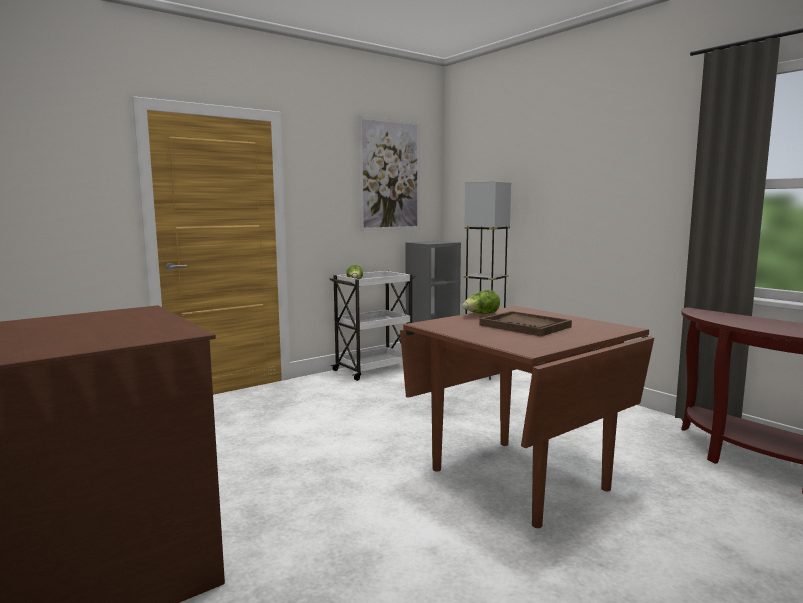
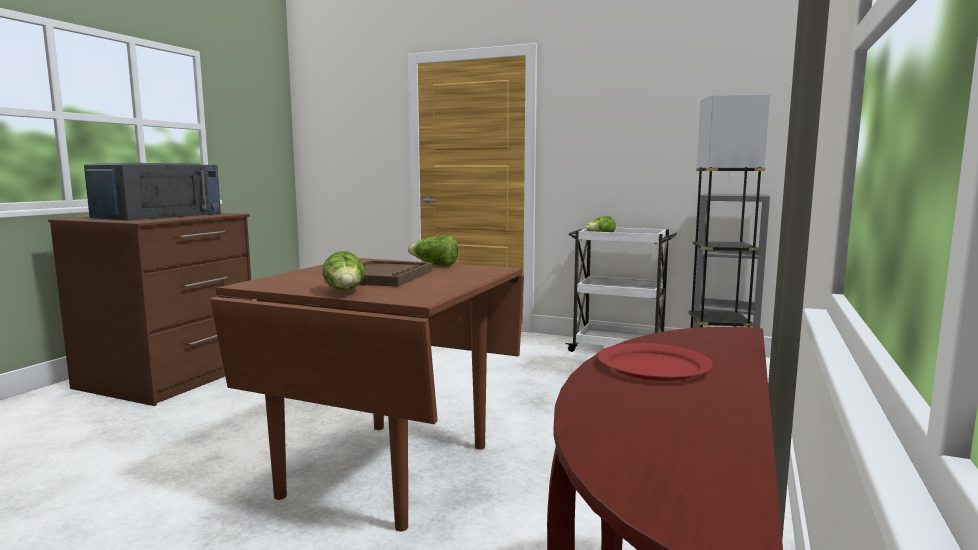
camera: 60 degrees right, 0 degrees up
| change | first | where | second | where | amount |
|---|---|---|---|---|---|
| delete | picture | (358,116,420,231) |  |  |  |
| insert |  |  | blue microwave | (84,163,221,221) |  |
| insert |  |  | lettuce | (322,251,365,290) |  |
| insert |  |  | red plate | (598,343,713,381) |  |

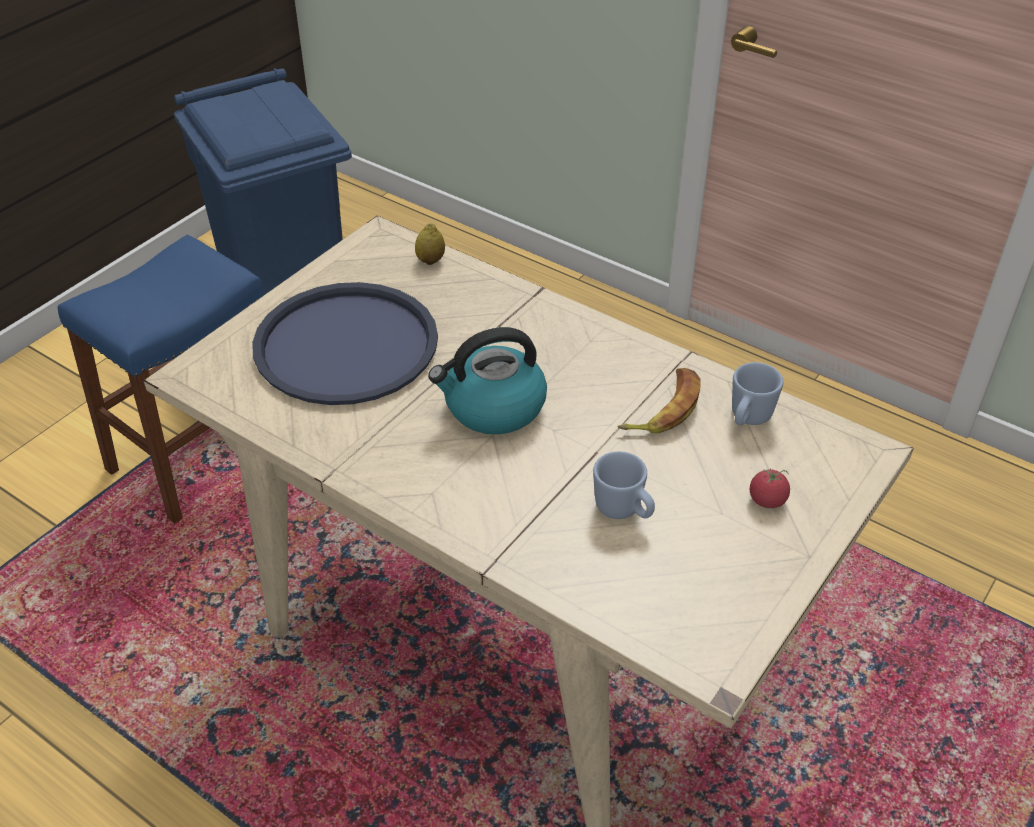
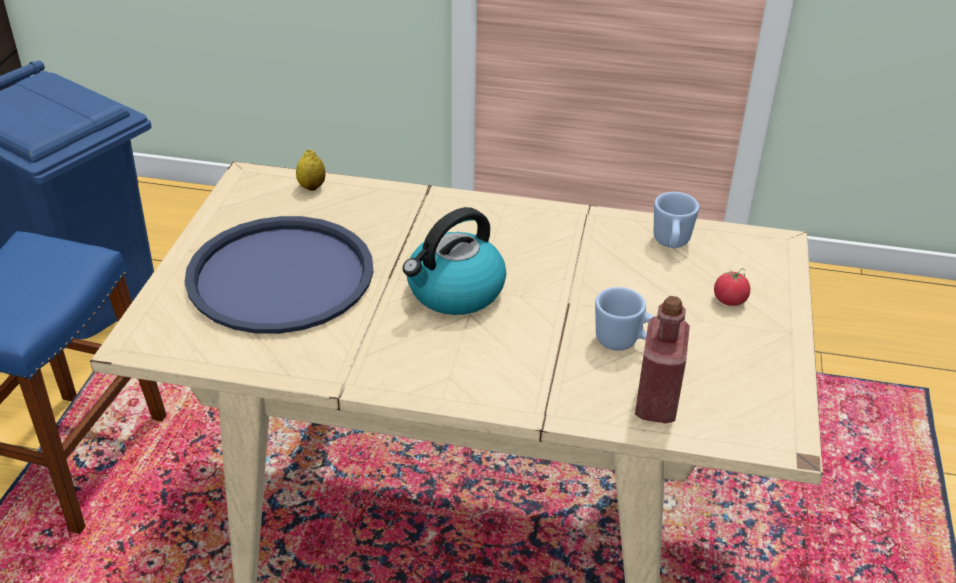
camera: 25 degrees left, 5 degrees down
| change | first | where | second | where | amount |
|---|---|---|---|---|---|
| delete | banana | (618,368,701,434) |  |  |  |
| insert |  |  | red bottle | (635,296,690,423) |  |

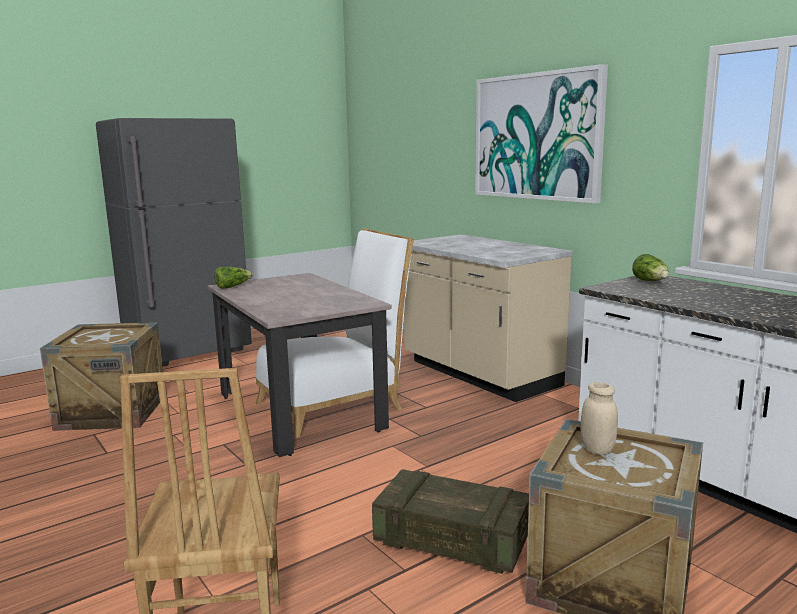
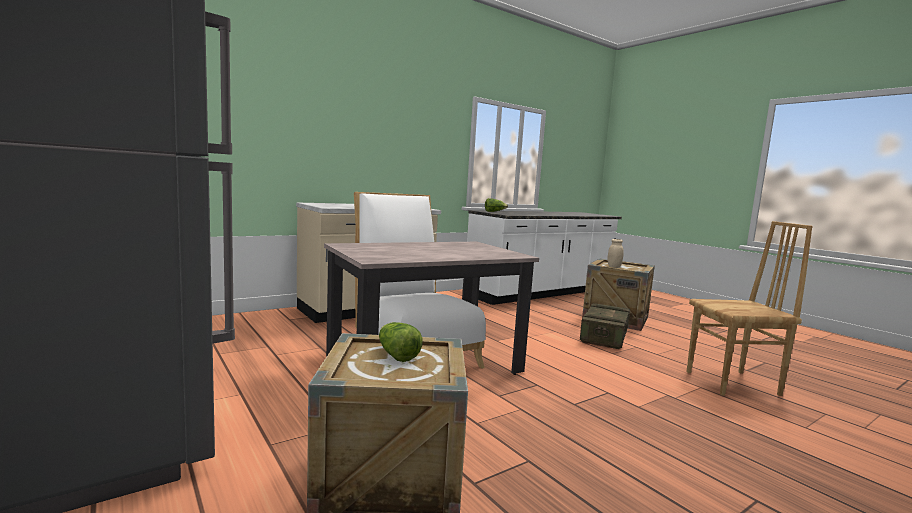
camera: 90 degrees left, 5 degrees down
| change | first | where | second | where | amount |
|---|---|---|---|---|---|
| move | lettuce | (215,267,253,289) |  | (379,322,423,362) |  |
| delete | picture | (475,64,608,203) |  |  |  |

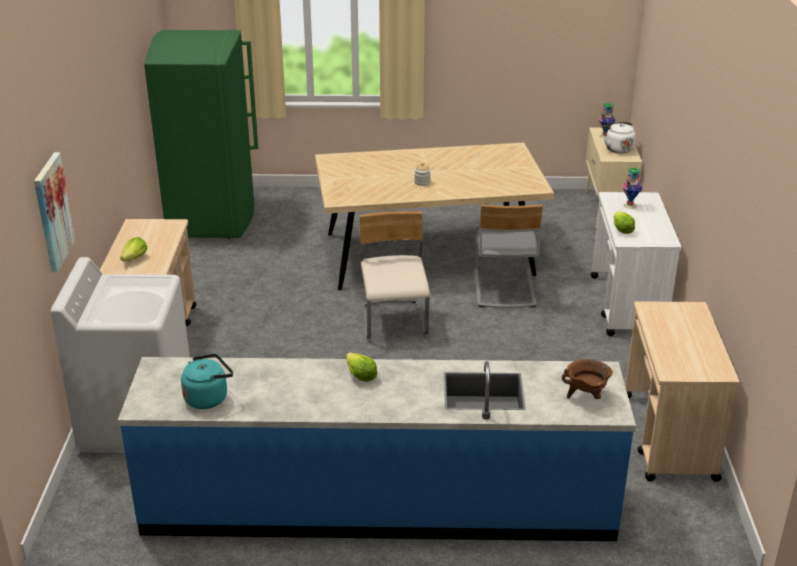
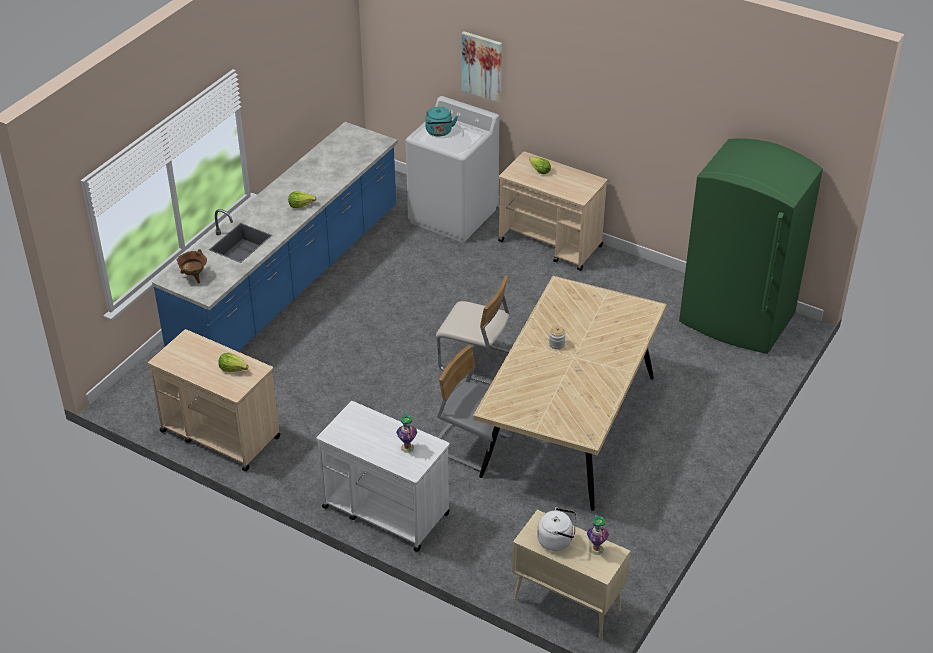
camera: 120 degrees right, 10 degrees up
| change | first | where | second | where | amount |
|---|---|---|---|---|---|
| move | turquoise kettle | (181,354,233,409) |  | (425,107,458,136) |  |
| move | lettuce | (614,211,635,234) |  | (218,353,249,372) |  |

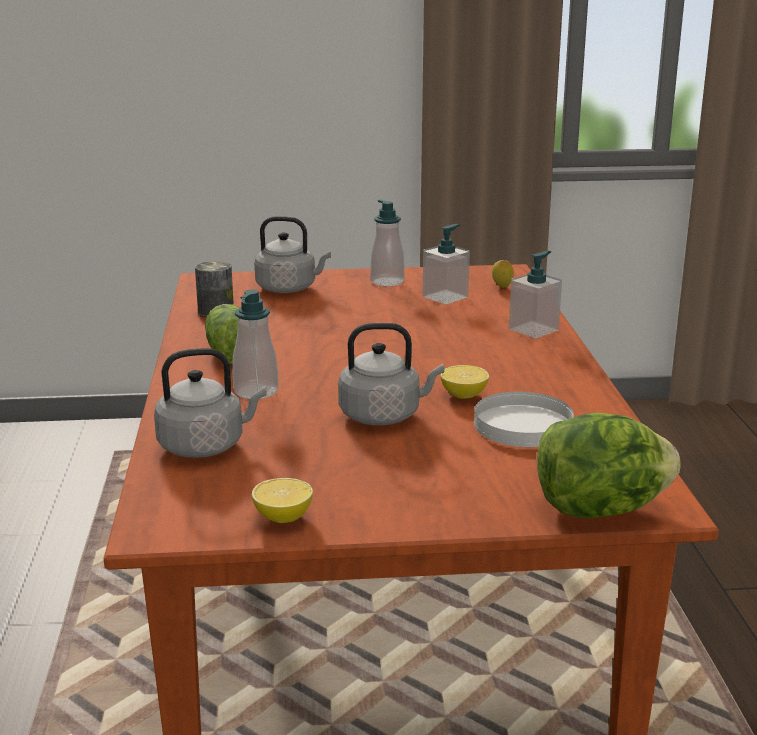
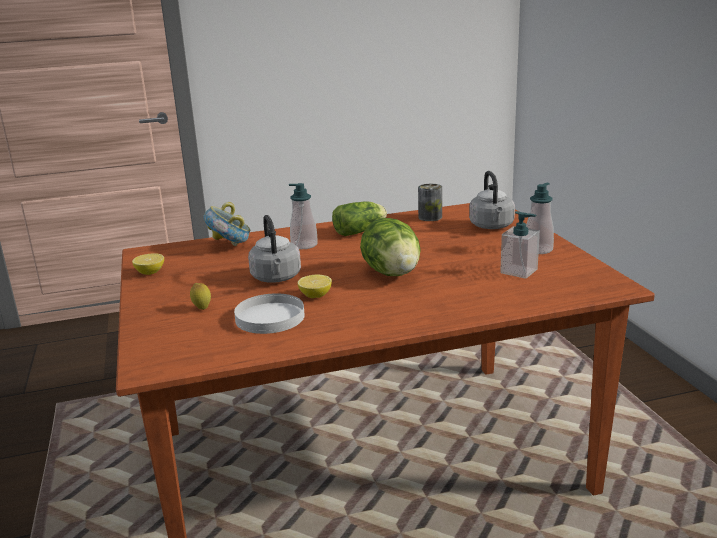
camera: 80 degrees right, 0 degrees up
| change | first | where | second | where | amount |
|---|---|---|---|---|---|
| replace | grey kettle | (154,348,267,458) | bowl | (204,202,250,246) |  |
| move | lemon | (492,260,514,288) |  | (190,283,211,310) |  |
| delete | soap dispenser | (509,251,562,339) |  |  |  |
| move | lettuce | (537,412,681,519) |  | (360,218,421,276) |  |

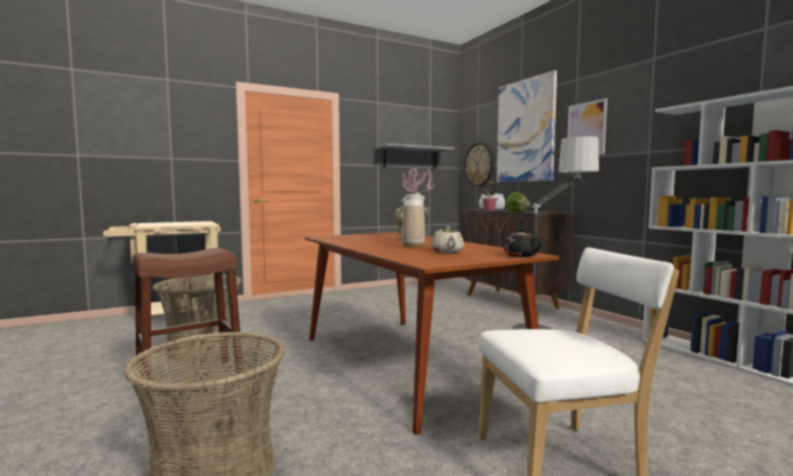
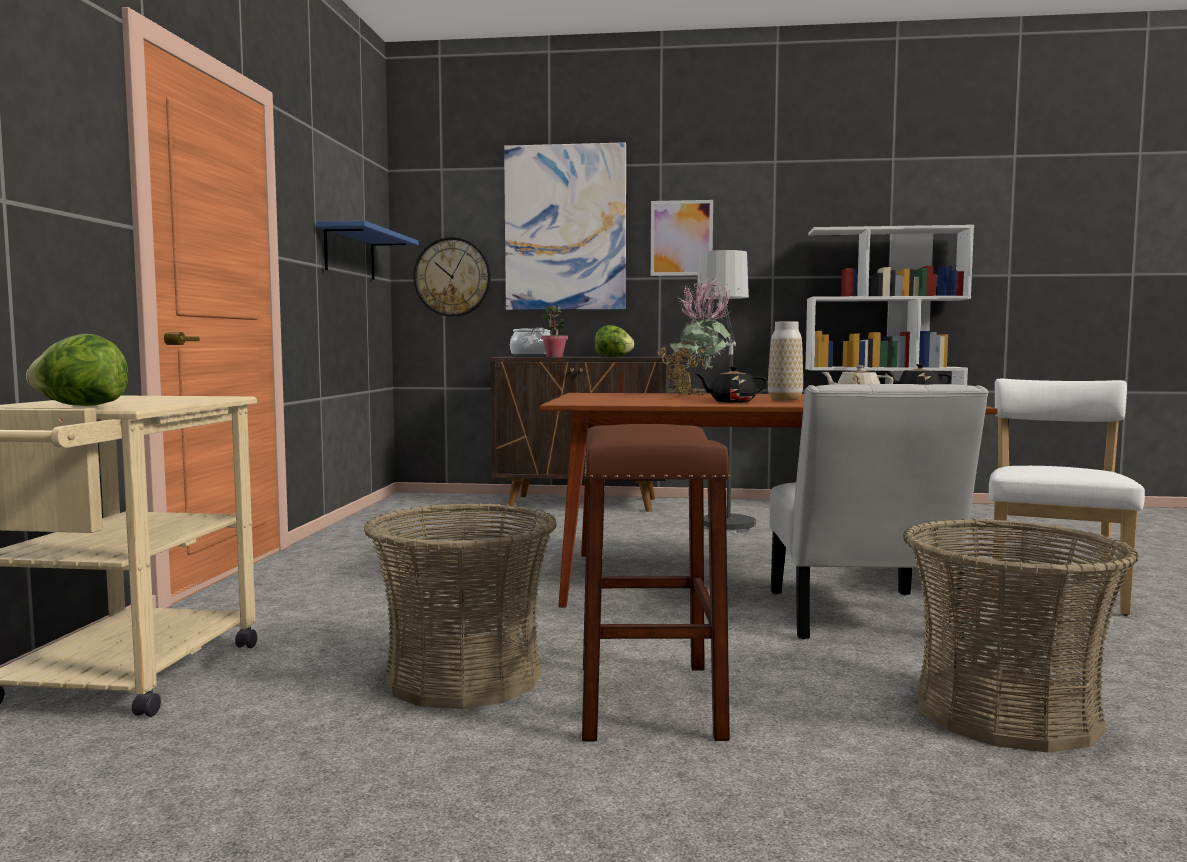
camera: 55 degrees left, 0 degrees up
| change | first | where | second | where | amount |
|---|---|---|---|---|---|
| recolor | grey shelf | (377,143,454,169) | blue shelf | (316,221,419,280) |  |
| insert |  |  | lettuce | (26,334,128,406) |  |
| insert |  |  | black teapot | (696,366,767,403) |  |
| insert |  |  | white chair | (770,384,989,639) |  |

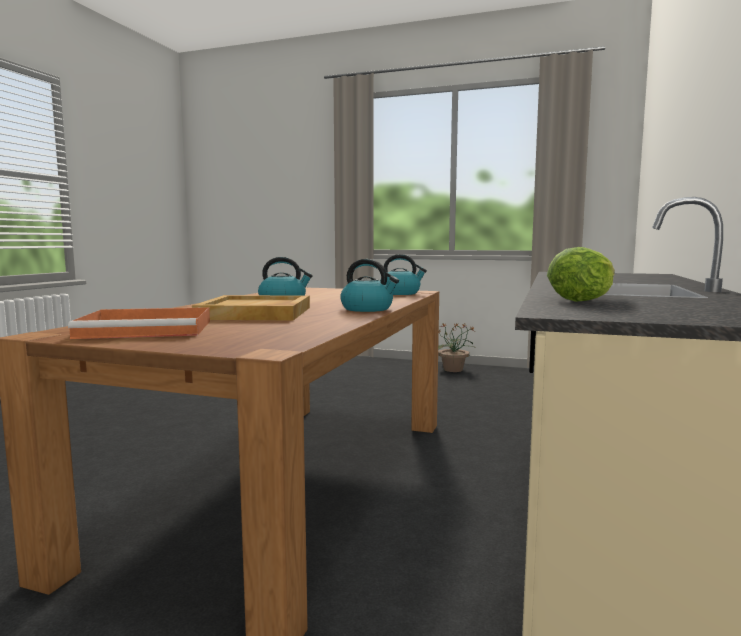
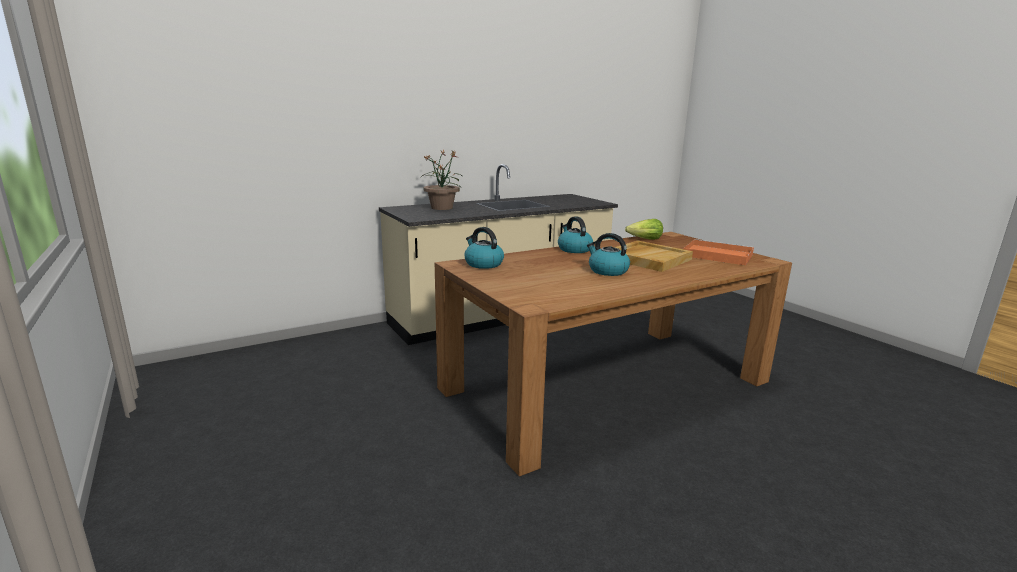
camera: 140 degrees left, 10 degrees up
| change | first | where | second | where | amount |
|---|---|---|---|---|---|
| move | potted plant | (438,323,477,372) |  | (420,149,463,210) |  |
| move | lettuce | (547,247,615,302) |  | (625,219,663,240) |  |

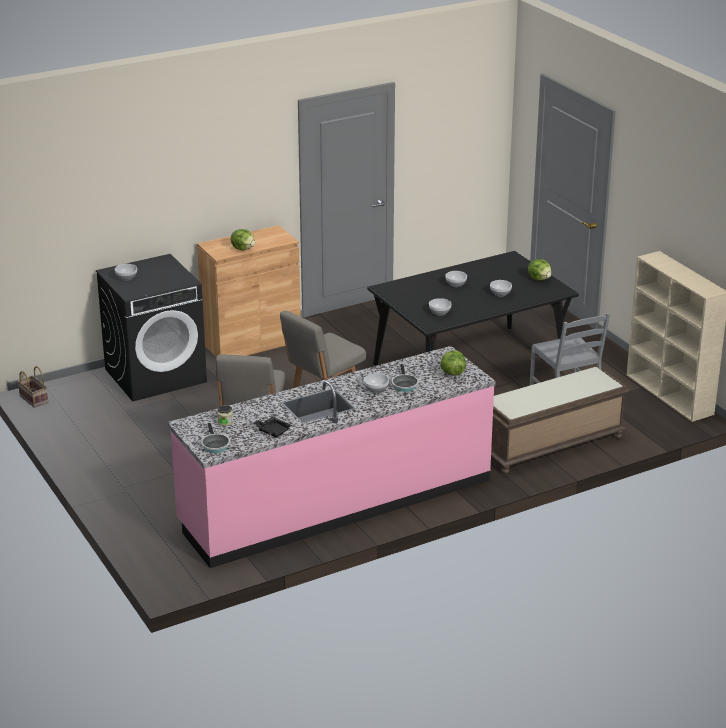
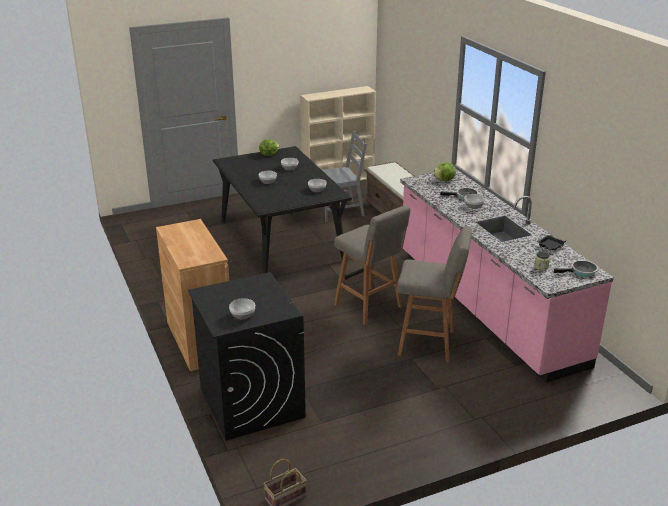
camera: 85 degrees left, 0 degrees up
| change | first | where | second | where | amount |
|---|---|---|---|---|---|
| delete | lettuce | (231,229,255,251) |  |  |  |

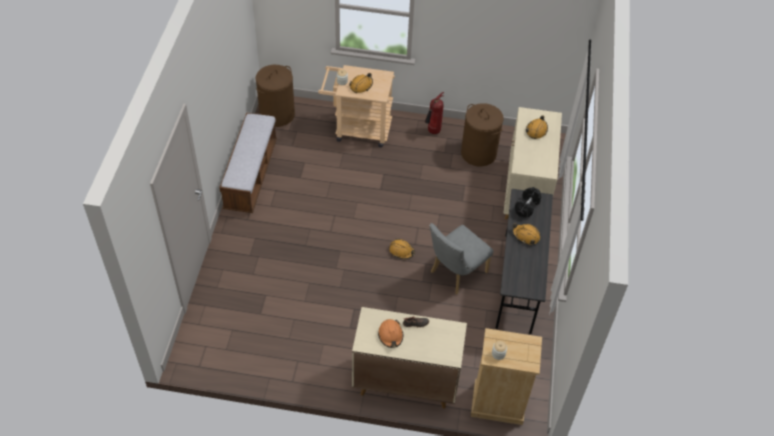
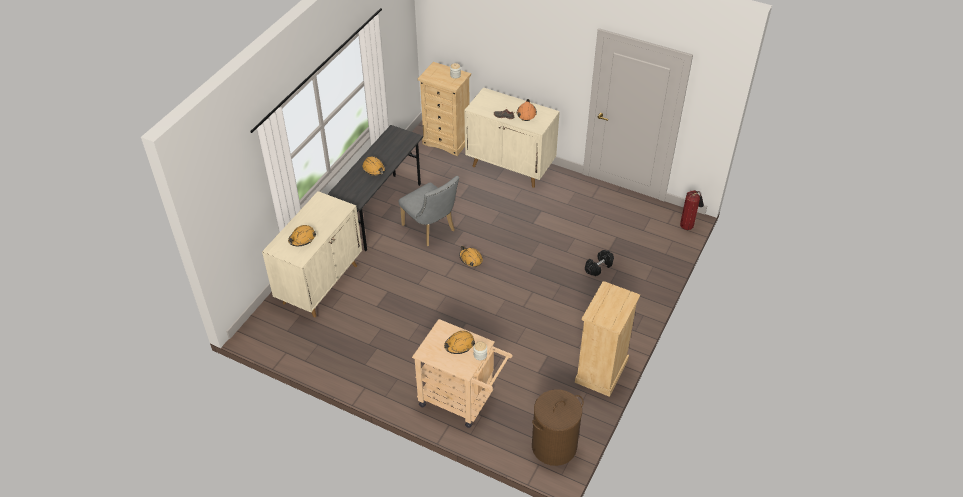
camera: 160 degrees left, 5 degrees down
| change | first | where | second | where | amount |
|---|---|---|---|---|---|
| replace | bench | (219,113,277,213) | beige dresser | (575,281,640,397) |  |
| move | fire extinguisher | (425,92,444,134) |  | (680,190,704,230) |  |
| rotate | grey chair | (430,223,493,294) |  | (399,176,459,246) | 75 degrees clockwise |
| delete | brown laundry basket | (461,103,504,166) |  |  |  |
| move | black dumbbell | (515,187,541,218) |  | (585,250,614,276) |  |

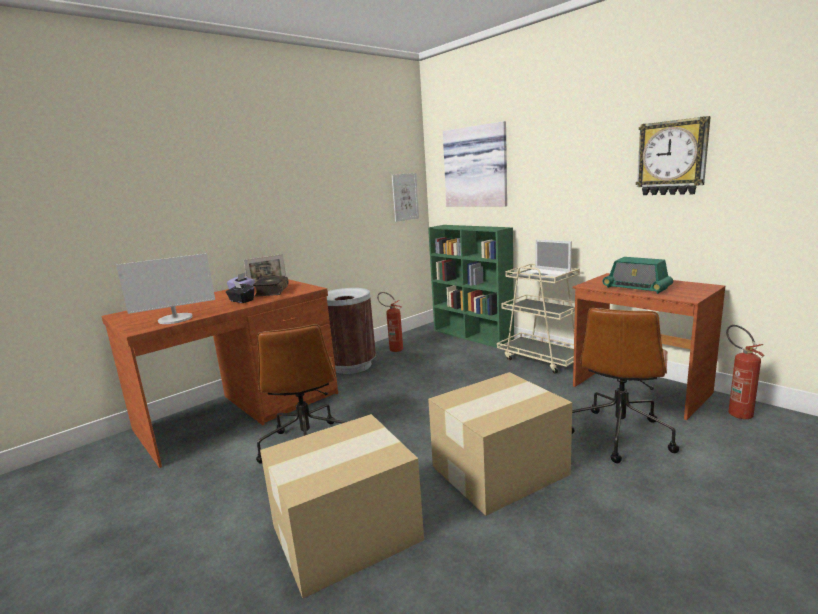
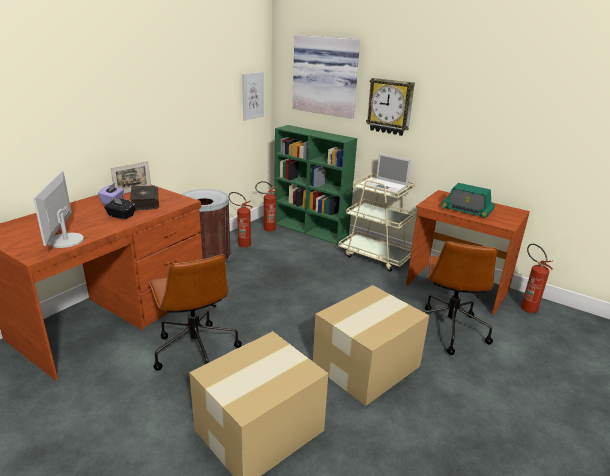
camera: 15 degrees left, 10 degrees up
| change | first | where | second | where | amount |
|---|---|---|---|---|---|
| rotate | monitor | (116,253,215,324) |  | (33,170,84,248) | 120 degrees clockwise |
| move | wall clock | (636,116,711,195) |  | (366,78,415,136) |  |
| insert |  |  | fire extinguisher | (255,181,278,232) |  |

